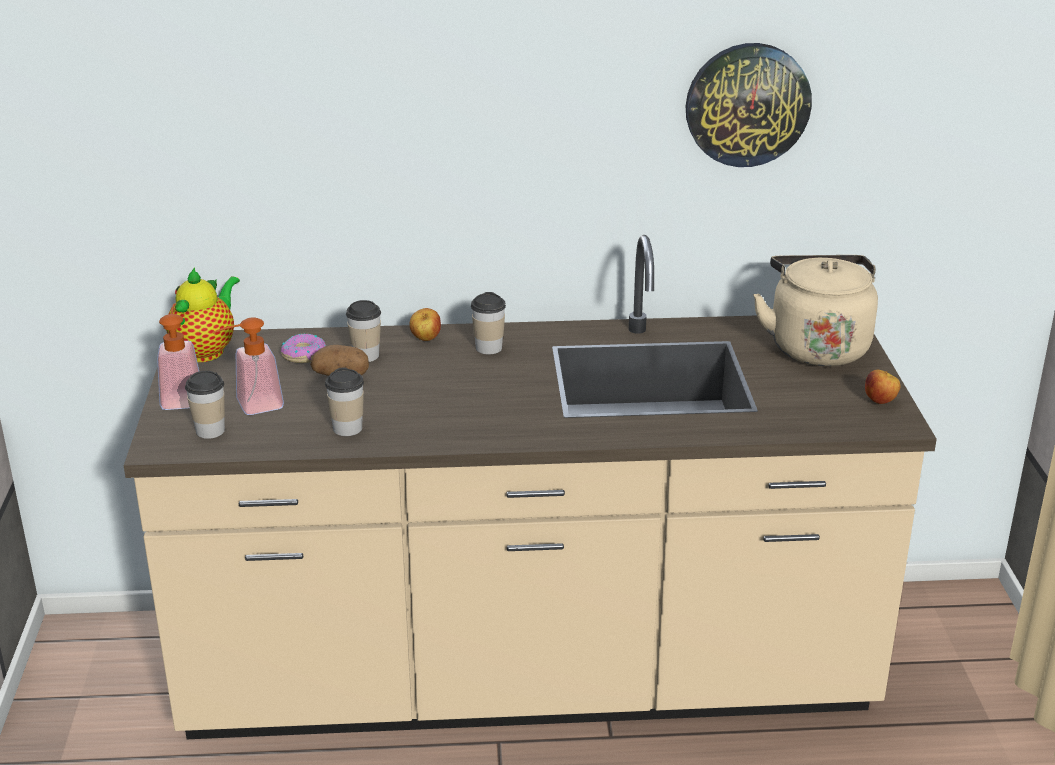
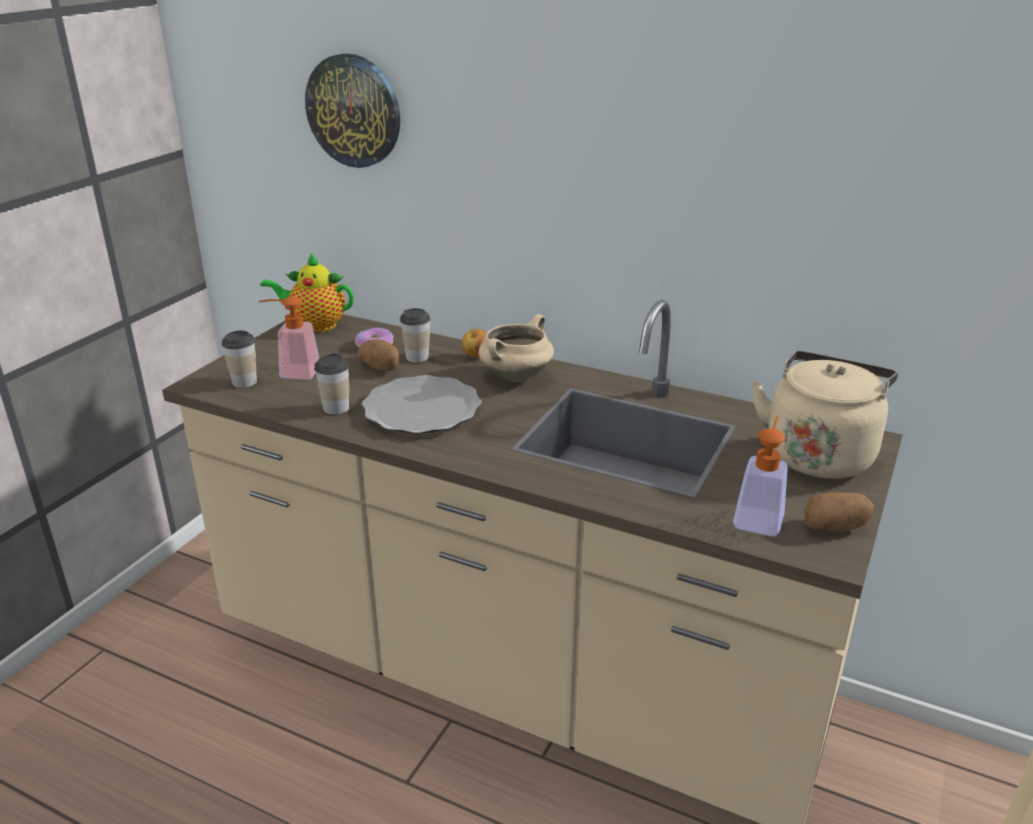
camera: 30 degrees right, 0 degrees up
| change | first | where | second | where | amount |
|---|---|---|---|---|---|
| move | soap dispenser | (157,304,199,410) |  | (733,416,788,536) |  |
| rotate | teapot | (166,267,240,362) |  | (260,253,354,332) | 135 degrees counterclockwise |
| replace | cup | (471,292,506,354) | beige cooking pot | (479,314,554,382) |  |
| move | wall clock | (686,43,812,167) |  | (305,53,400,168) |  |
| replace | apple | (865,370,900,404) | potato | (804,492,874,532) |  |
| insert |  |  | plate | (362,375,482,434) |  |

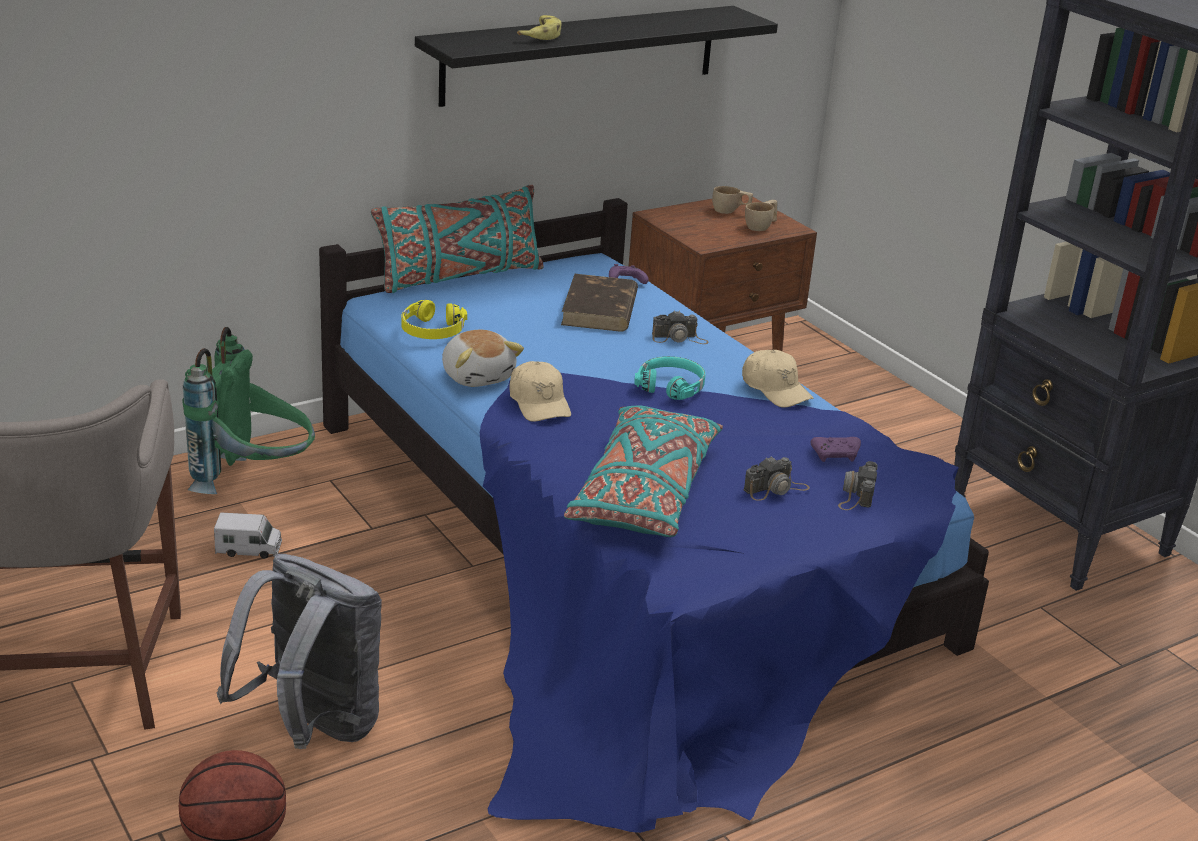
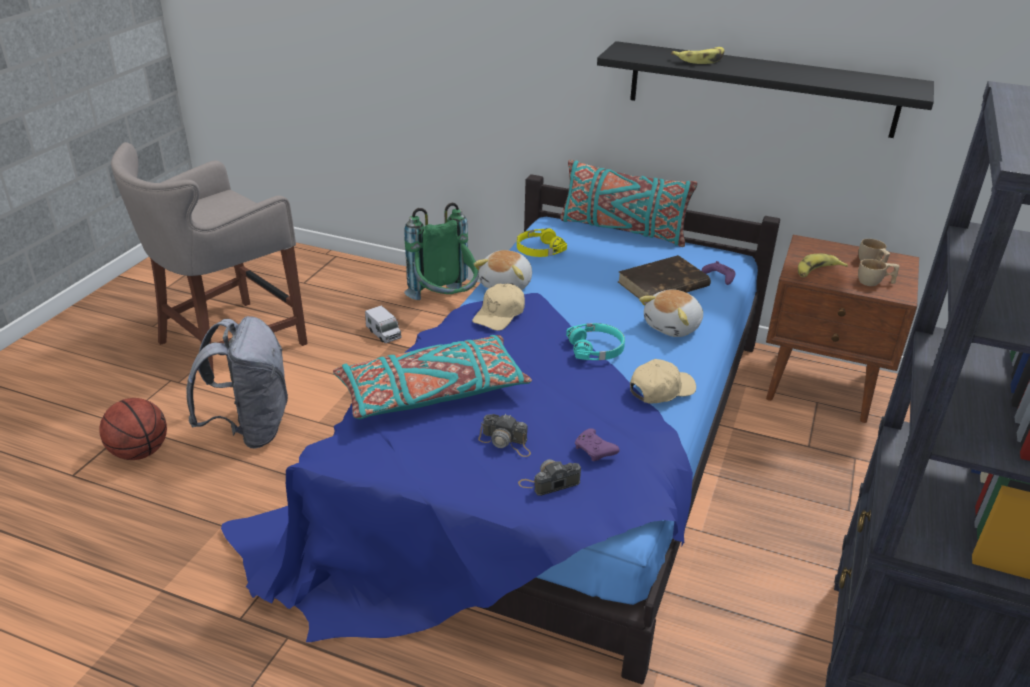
camera: 55 degrees right, 5 degrees up
| change | first | where | second | where | amount |
|---|---|---|---|---|---|
| replace | photo camera | (652,311,709,344) | plush toy | (639,289,703,337) |  |
| rotate | beige cap | (742,350,813,408) |  | (630,359,696,404) | 135 degrees counterclockwise |
| insert |  |  | banana | (798,254,848,277) |  |

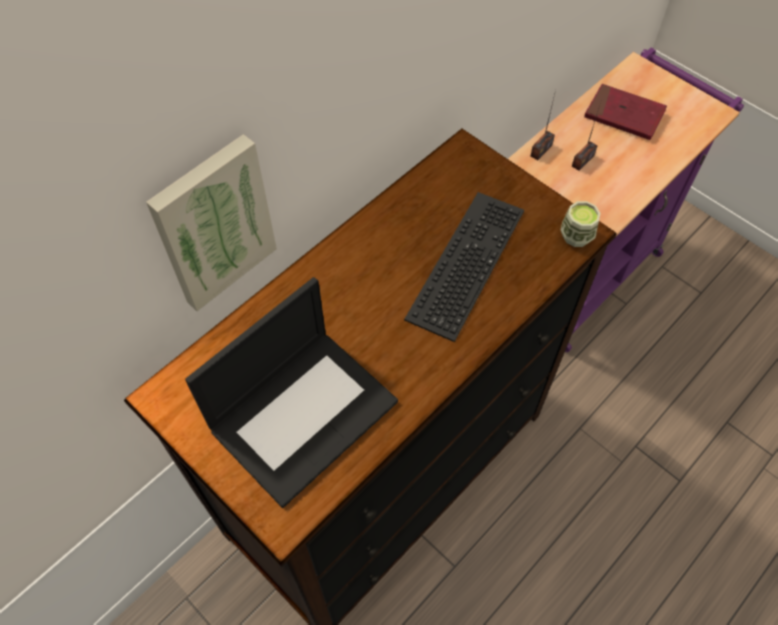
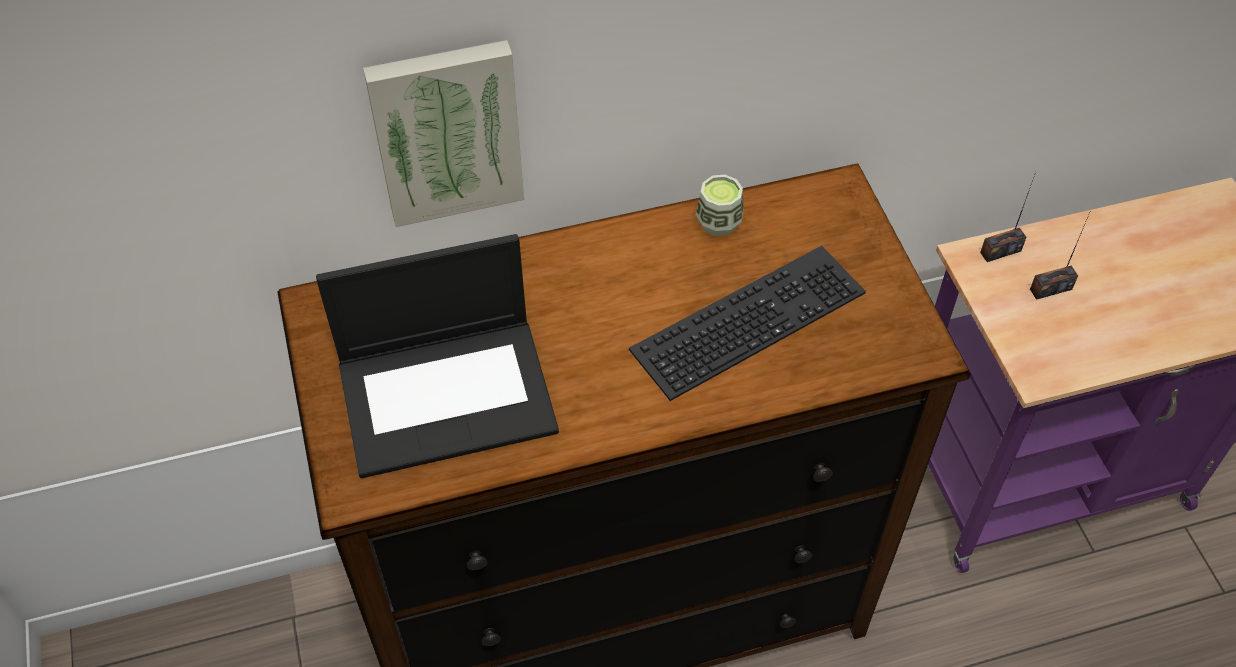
camera: 30 degrees right, 5 degrees down
| change | first | where | second | where | amount |
|---|---|---|---|---|---|
| move | cup | (560,201,601,247) |  | (696,175,744,236) |  |
| delete | red book | (584,84,667,140) |  |  |  |

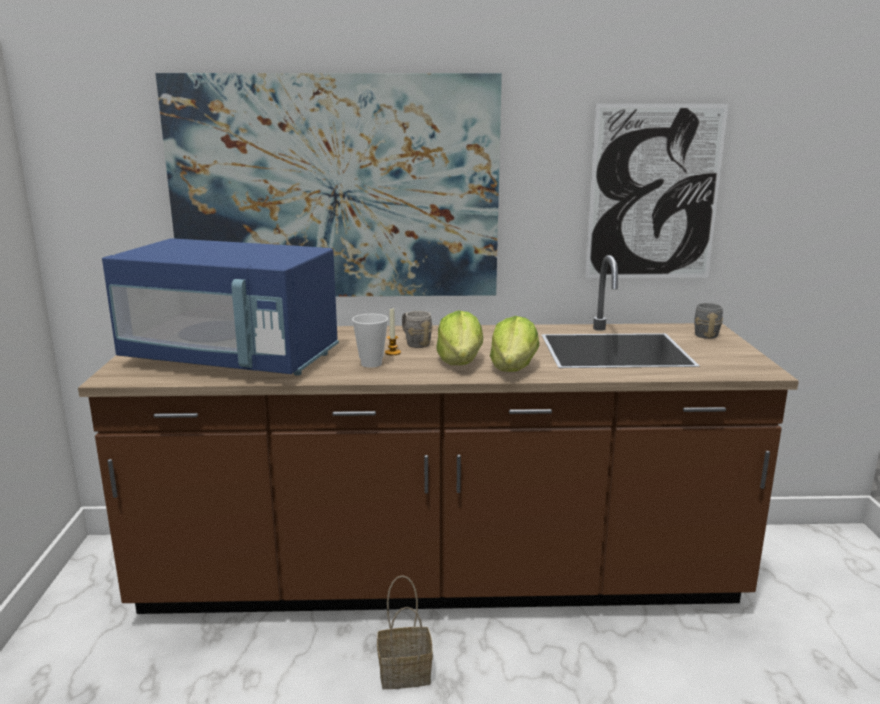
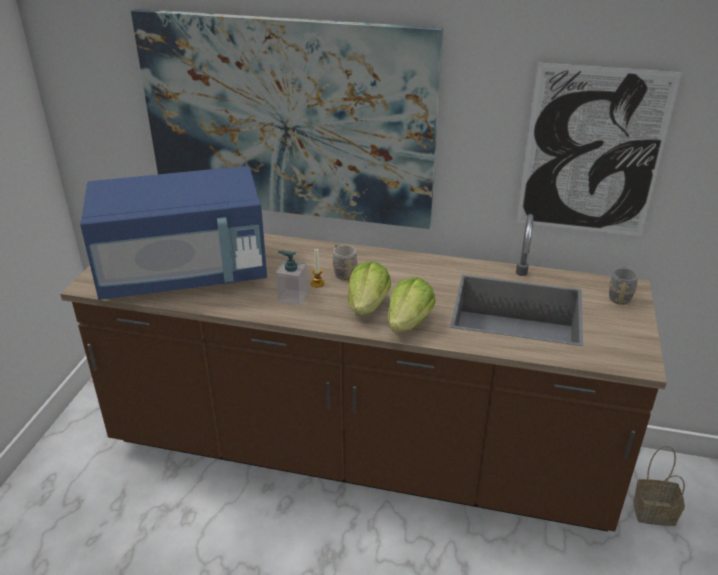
camera: 15 degrees right, 15 degrees up
| change | first | where | second | where | amount |
|---|---|---|---|---|---|
| rotate | blue microwave | (102,238,339,376) |  | (80,166,267,300) | 45 degrees counterclockwise |
| replace | cup | (352,314,388,368) | soap dispenser | (276,251,308,305) |  |
| move | basket | (377,575,433,689) |  | (633,446,685,526) |  |

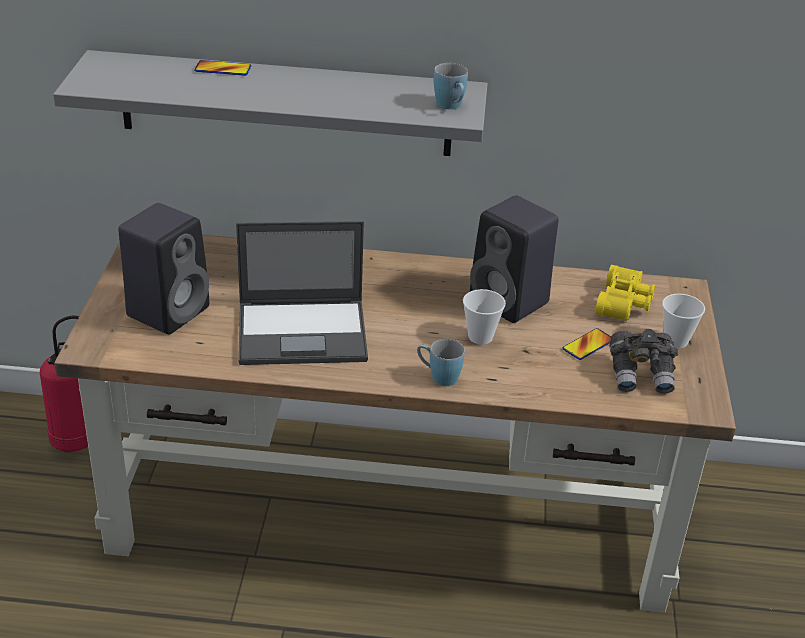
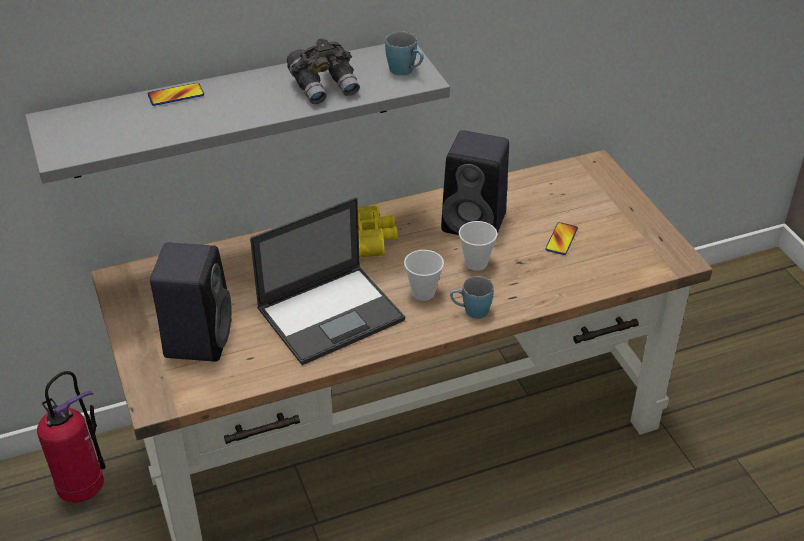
camera: 25 degrees left, 5 degrees up
| change | first | where | second | where | amount |
|---|---|---|---|---|---|
| move | yellow binoculars | (595,265,655,321) |  | (358,205,398,258) |  |
| move | grey binoculars | (609,329,678,394) |  | (287,38,360,104) |  |
| move | cup | (662,294,705,348) |  | (404,250,444,301) |  |

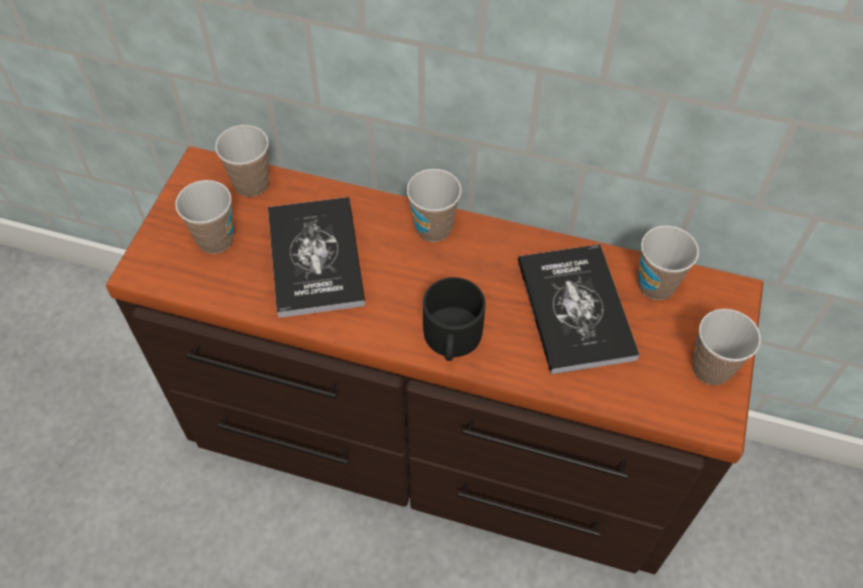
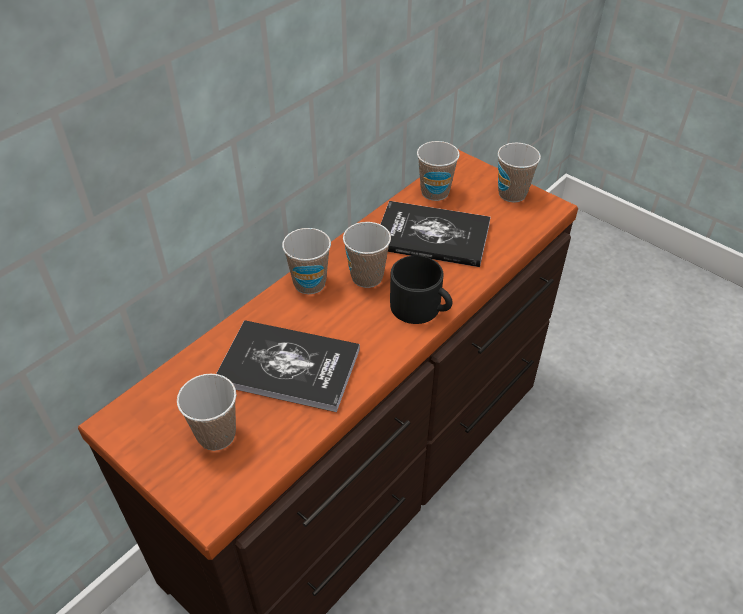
camera: 65 degrees left, 10 degrees down
| change | first | where | second | where | amount |
|---|---|---|---|---|---|
| move | cup | (215,125,269,197) |  | (343,222,391,288) |  |

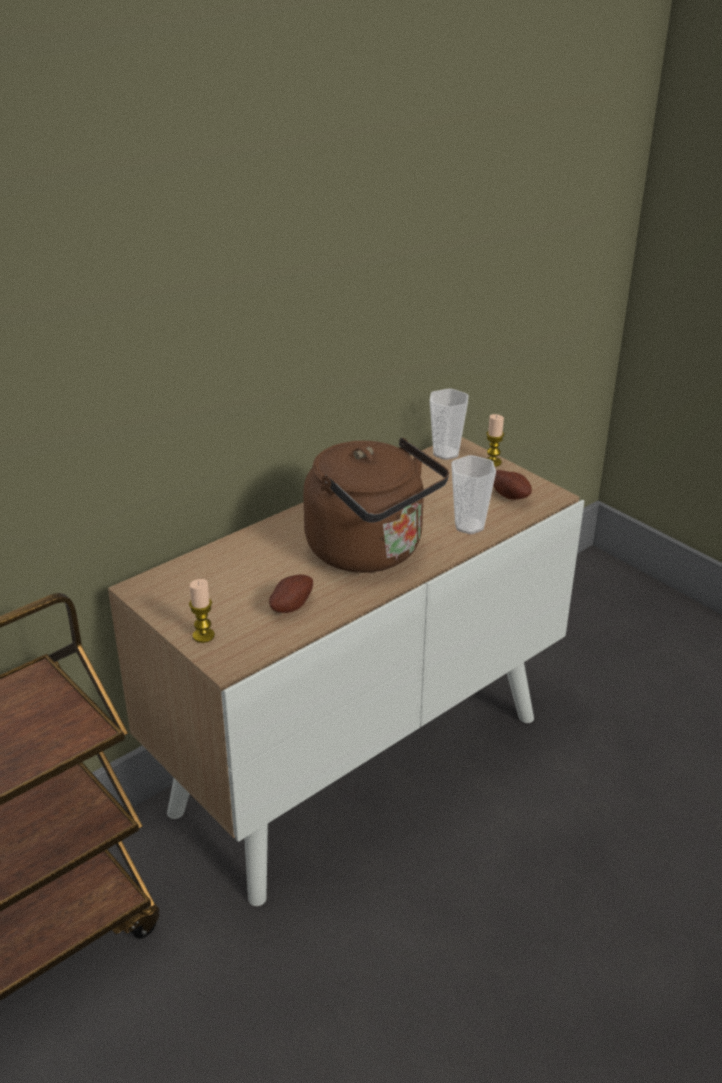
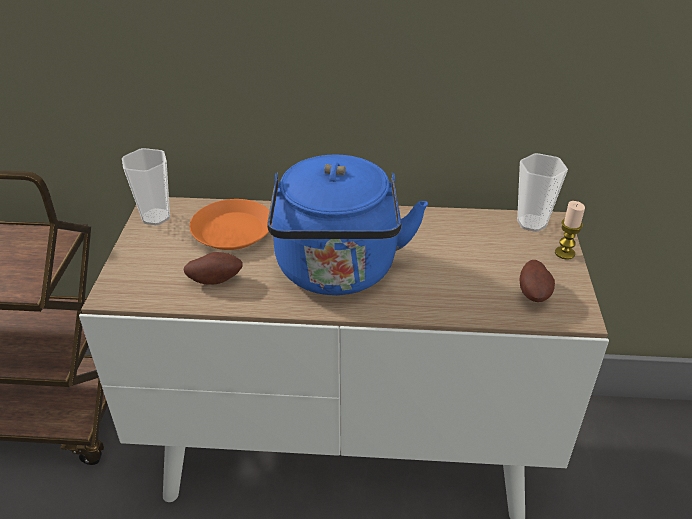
camera: 45 degrees right, 5 degrees up
| change | first | where | second | where | amount |
|---|---|---|---|---|---|
| delete | candle | (189,579,215,643) |  |  |  |
| recolor | brown kettle | (303,437,449,573) | blue kettle | (267,155,428,295) |  |
| move | cup | (451,455,496,534) |  | (122,148,170,225) |  |
| insert |  |  | orange plate | (189,199,269,250) |  |

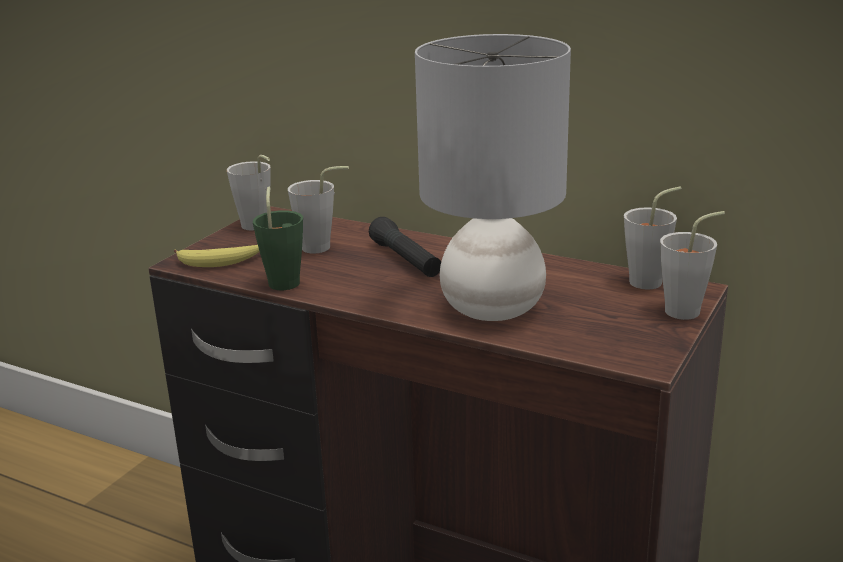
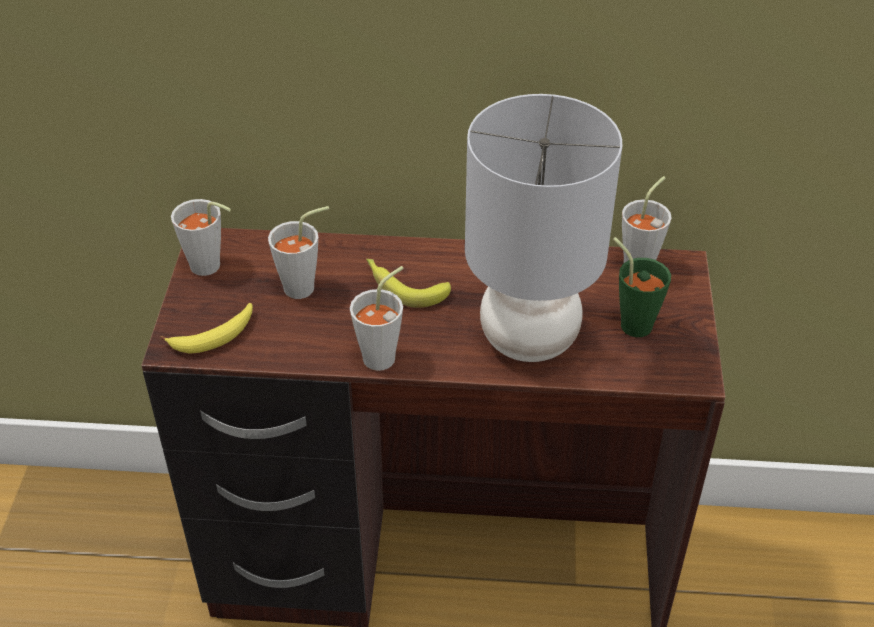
camera: 25 degrees left, 20 degrees up
| change | first | where | second | where | amount |
|---|---|---|---|---|---|
| move | green cup | (253,186,303,290) |  | (613,237,671,337) |  |
| replace | black flashlight | (369,217,441,277) | banana | (366,259,451,308) |  |
| move | grey cup | (660,211,725,320) |  | (350,266,404,371) |  |

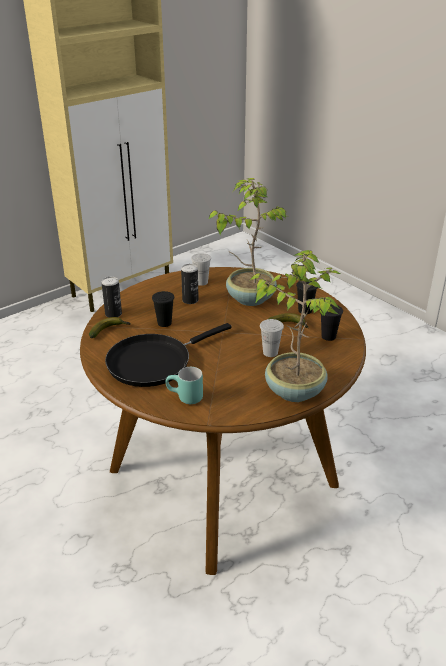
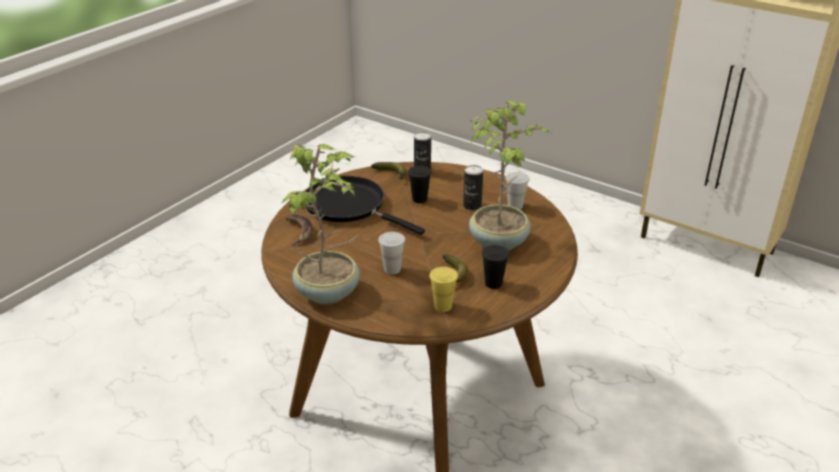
camera: 75 degrees right, 0 degrees up
| change | first | where | second | where | amount |
|---|---|---|---|---|---|
| replace | turquoise mug | (165,367,203,404) | banana | (286,215,313,246) |  |
| recolor | black cup | (321,304,343,341) | yellow cup | (429,267,458,312) |  |

